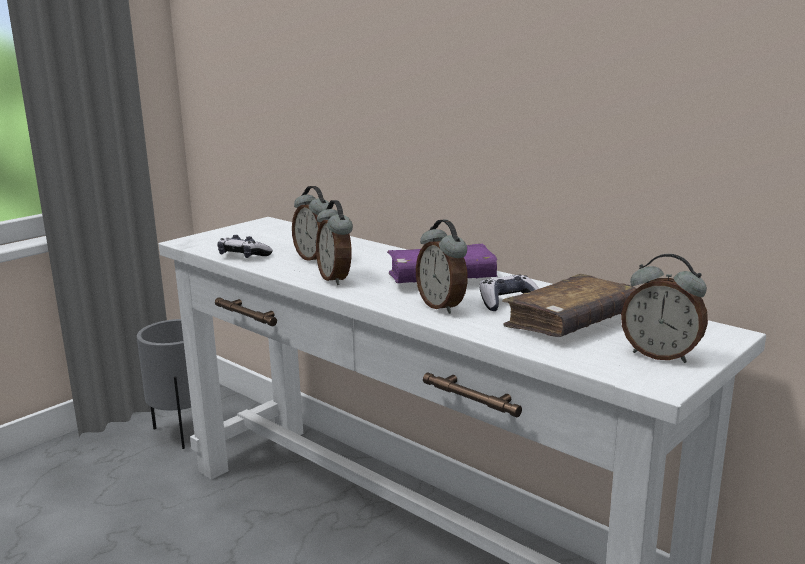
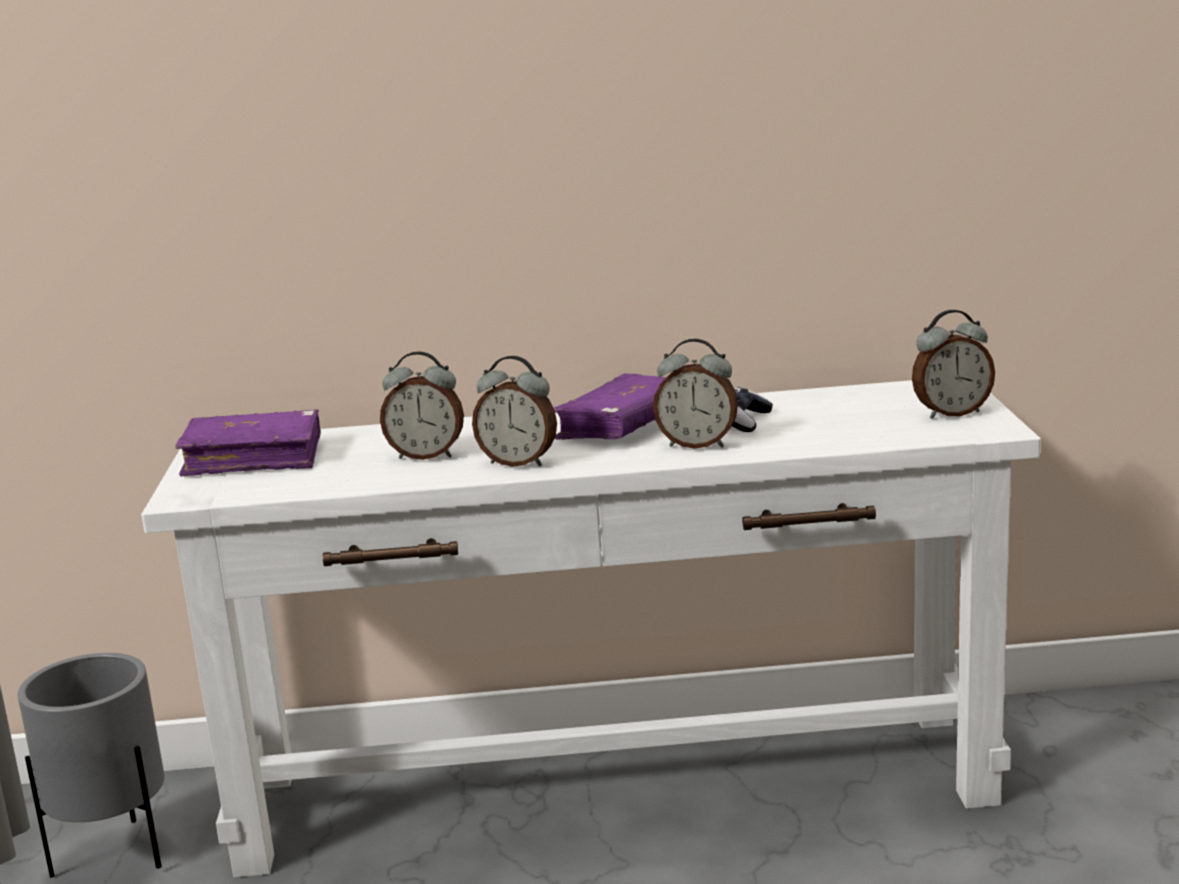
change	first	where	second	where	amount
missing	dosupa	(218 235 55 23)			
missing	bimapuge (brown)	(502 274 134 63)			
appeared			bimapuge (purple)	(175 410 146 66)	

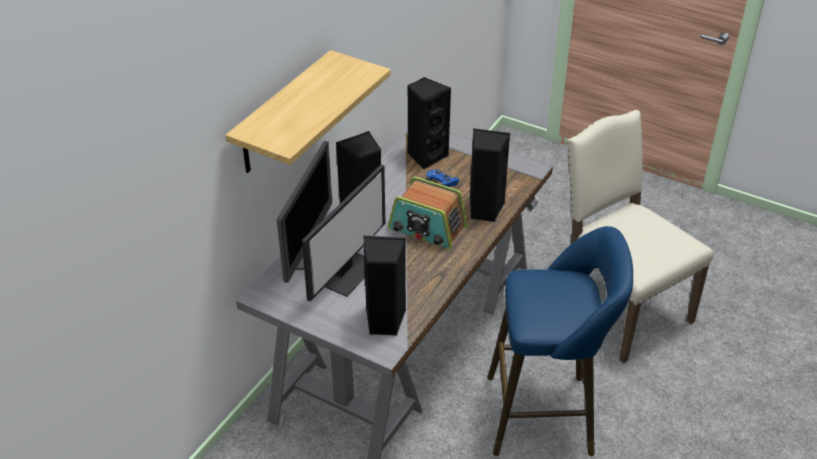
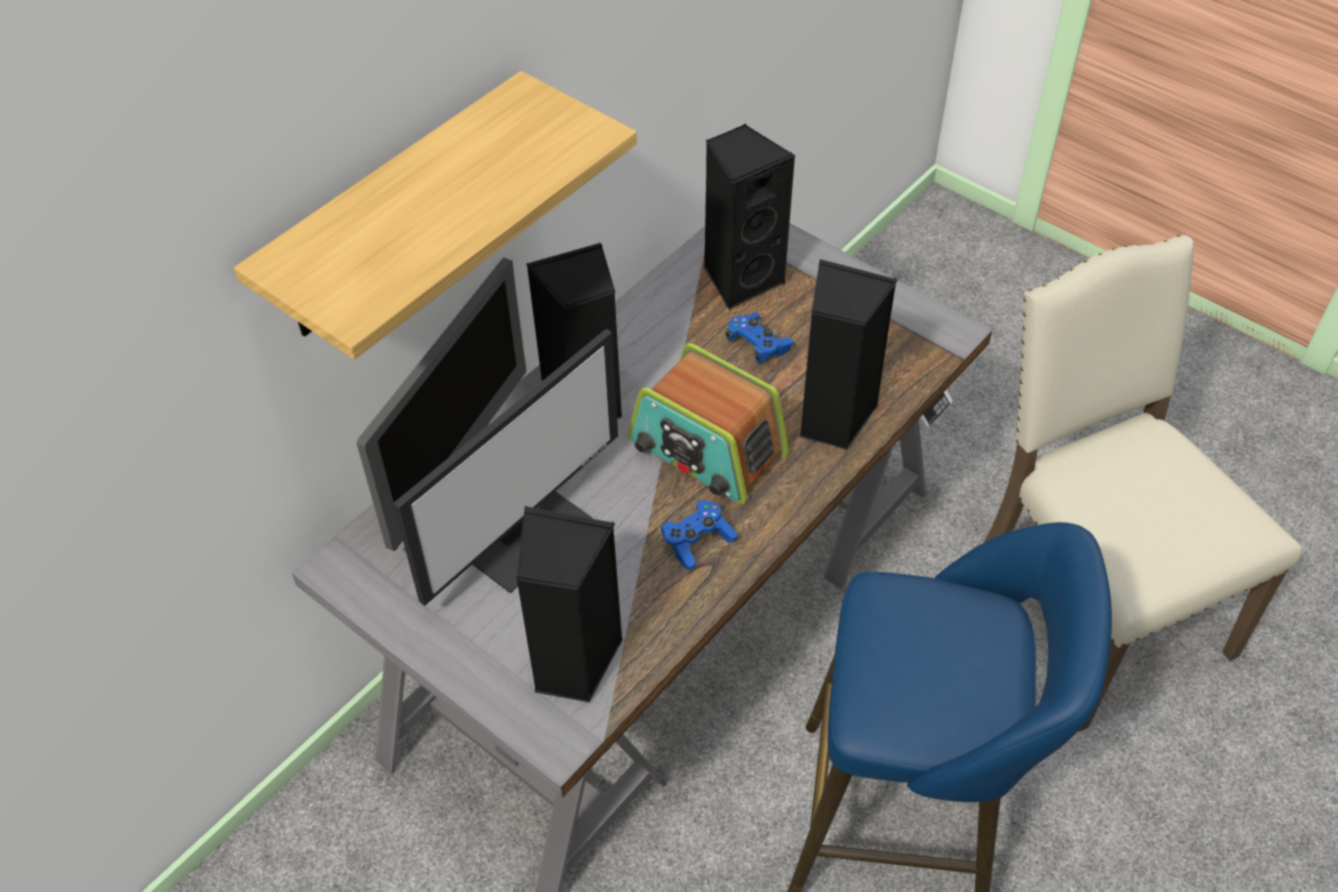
change	first	where	second	where	amount
appeared			dosupa (blue)	(661 499 77 71)	

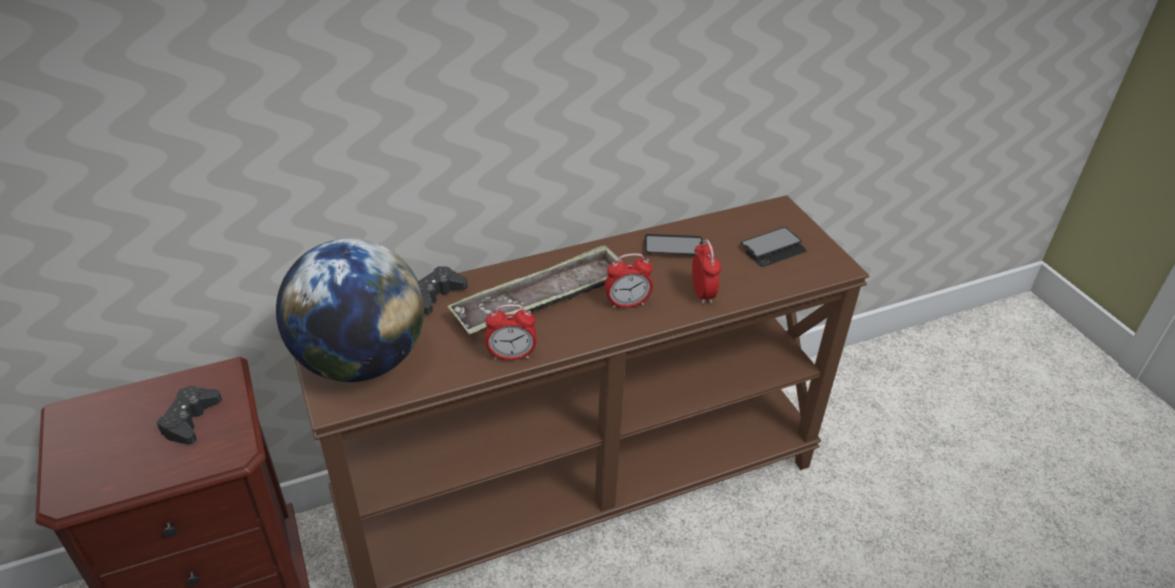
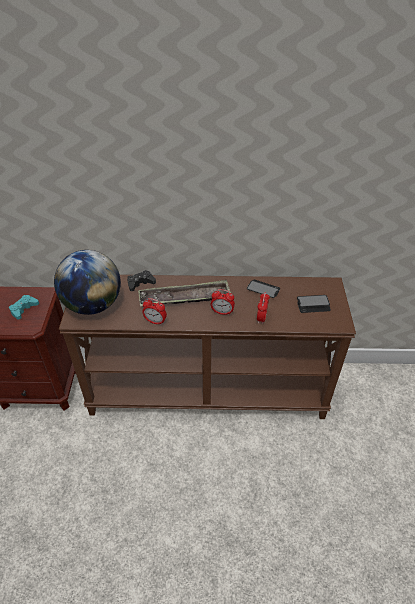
change	first	where	second	where	amount
colour	dosupa (black)	(157 386 65 58)	dosupa (turquoise)	(9 295 30 25)	

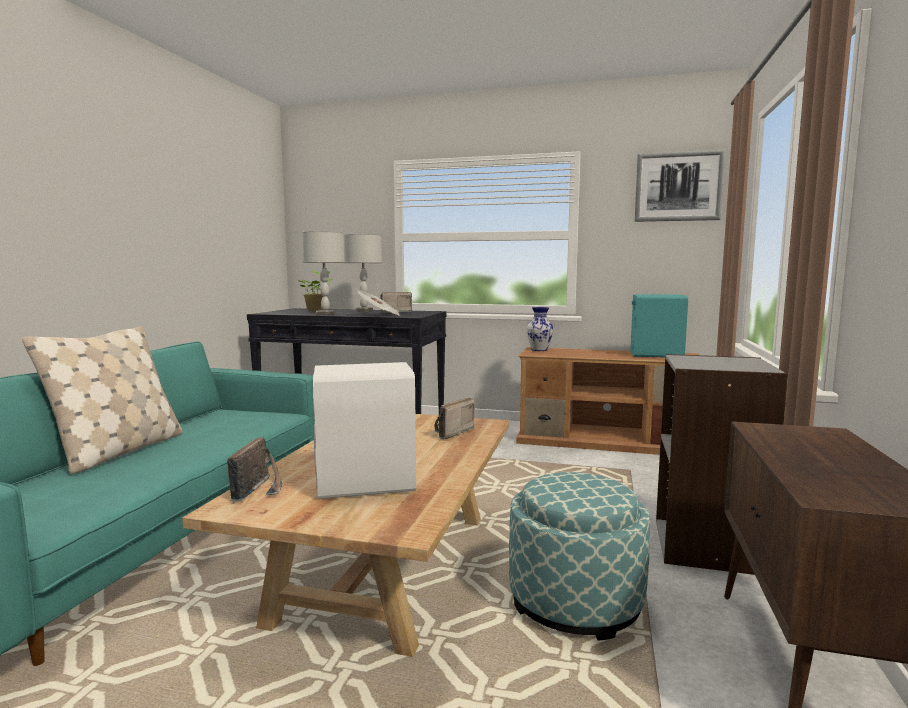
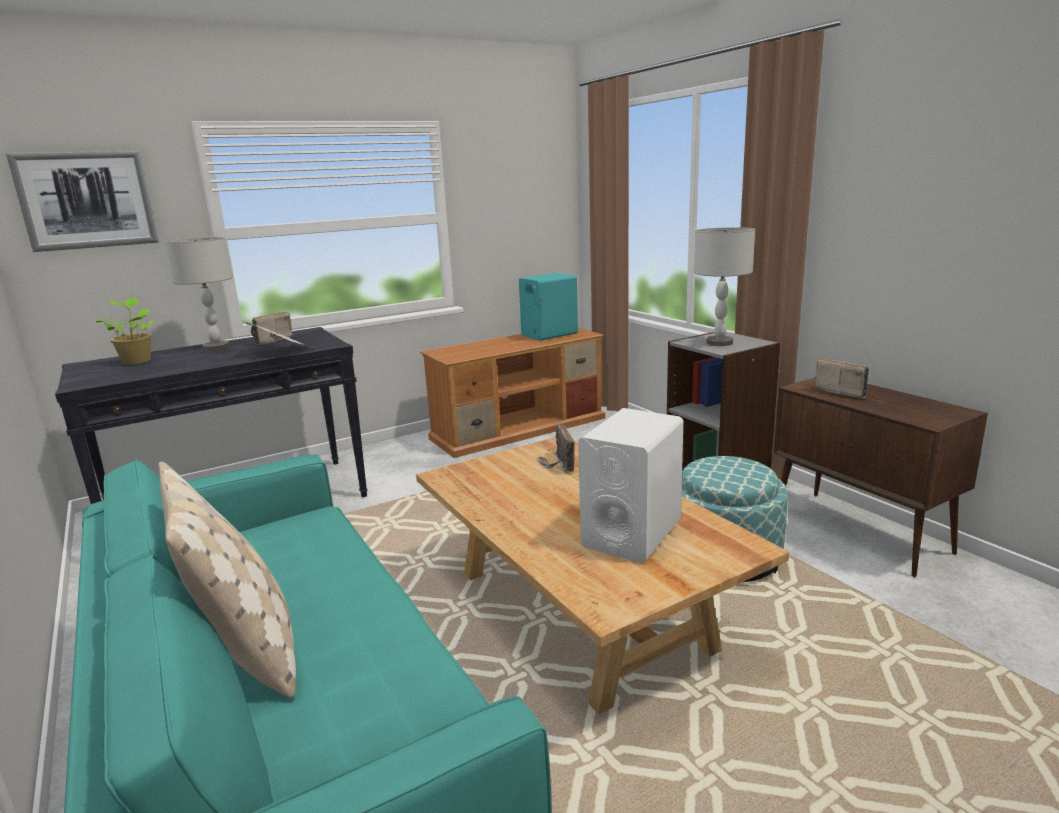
change	first	where	second	where	amount
relocated	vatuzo	(227 437 55 64)		(815 358 54 40)	
relocated	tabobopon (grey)	(302 231 43 84)		(693 227 62 119)	
missing	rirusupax	(526 307 28 44)			
relocated	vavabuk	(635 150 90 72)		(6 151 153 101)	

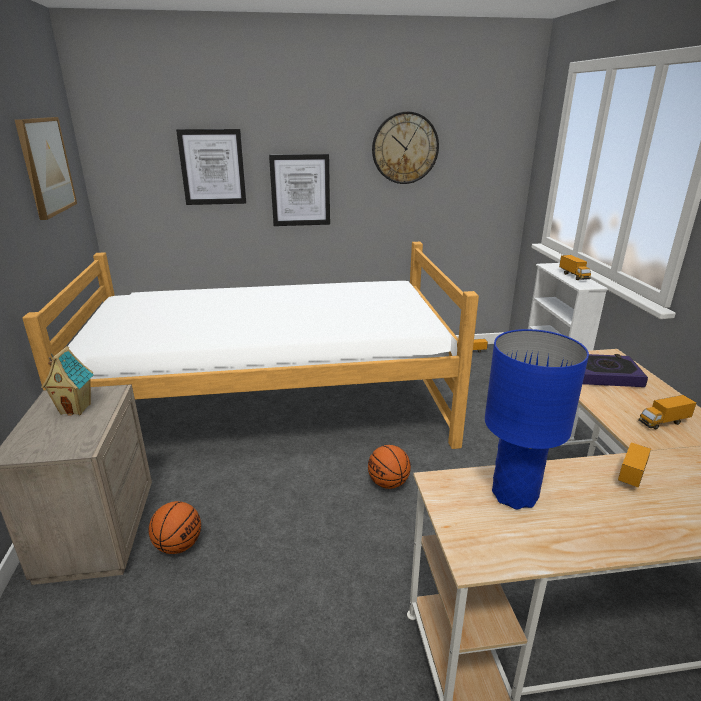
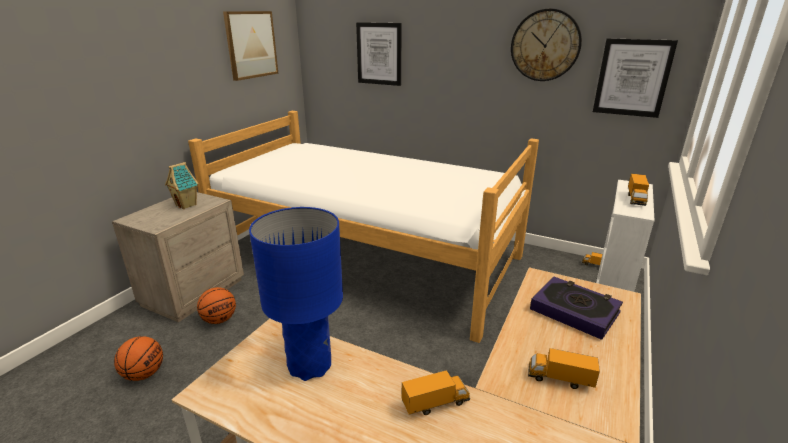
change	first	where	second	where	amount
relocated	vavabuk	(269 154 61 72)		(593 38 85 80)	
relocated	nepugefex	(368 445 43 44)		(114 336 49 45)	

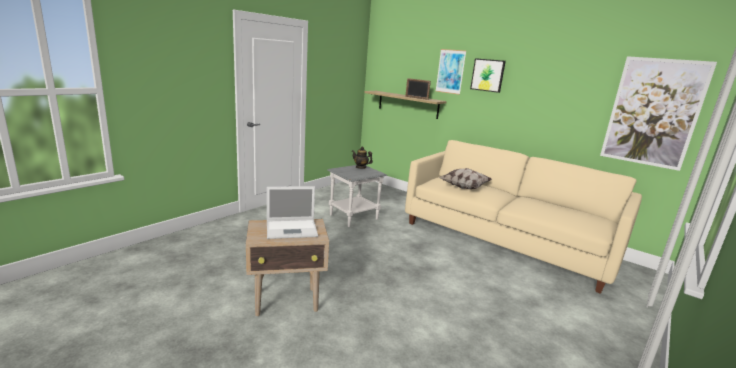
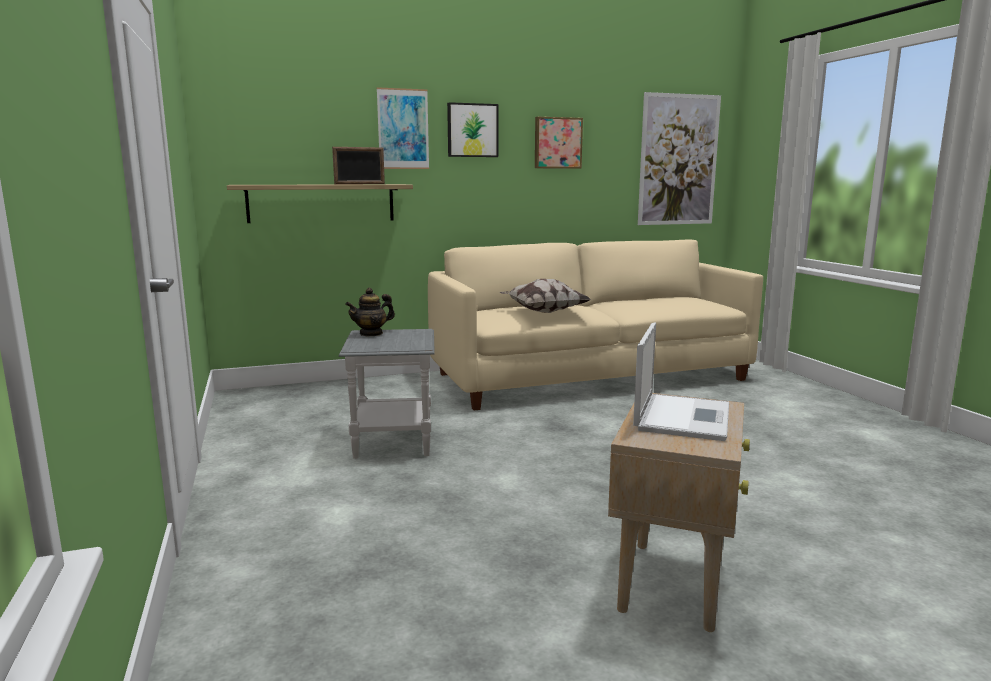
change	first	where	second	where	amount
appeared			vavabuk	(535 117 48 52)	

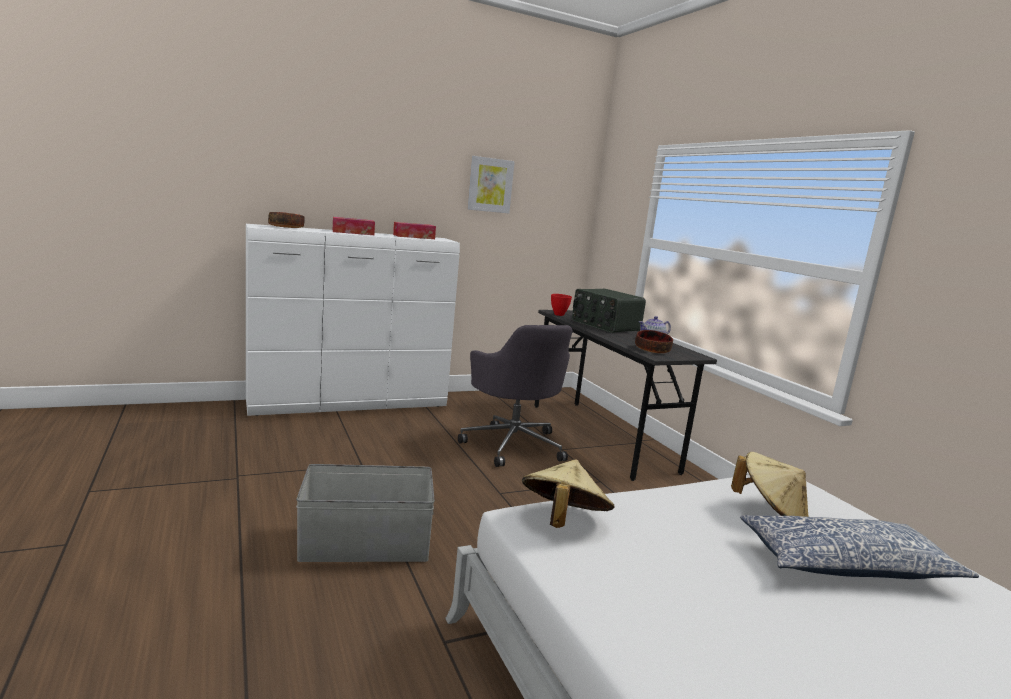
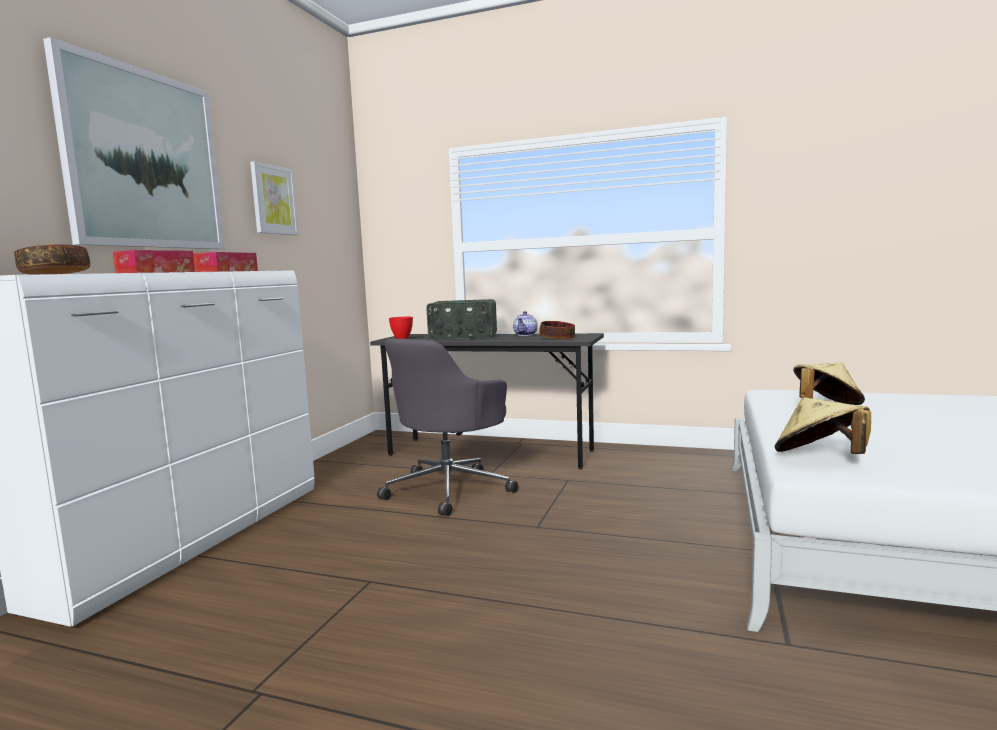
change	first	where	second	where	amount
missing	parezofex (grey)	(296 464 139 98)			
spun	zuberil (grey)	(458 325 114 142)		(377 339 141 177)	105 degrees clockwise
missing	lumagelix	(740 515 239 64)			
appeared			vavabuk	(43 37 182 212)	

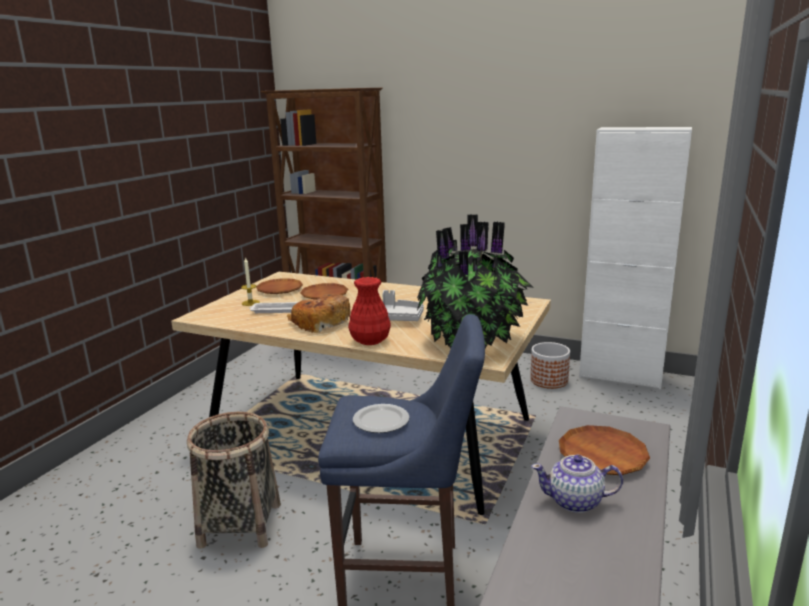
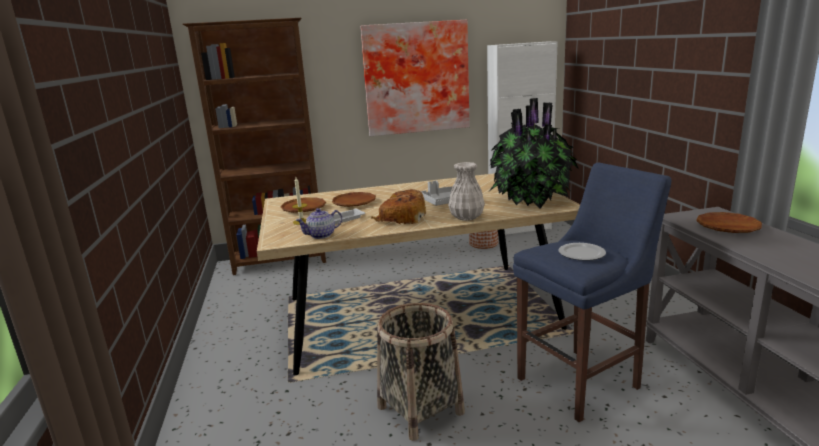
change	first	where	second	where	amount
colour	rirusupax (red)	(348 277 43 68)	rirusupax (white)	(448 162 37 59)	
relocated	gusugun	(531 455 92 58)		(295 208 47 31)	
appeared			vavabuk	(360 20 110 116)	

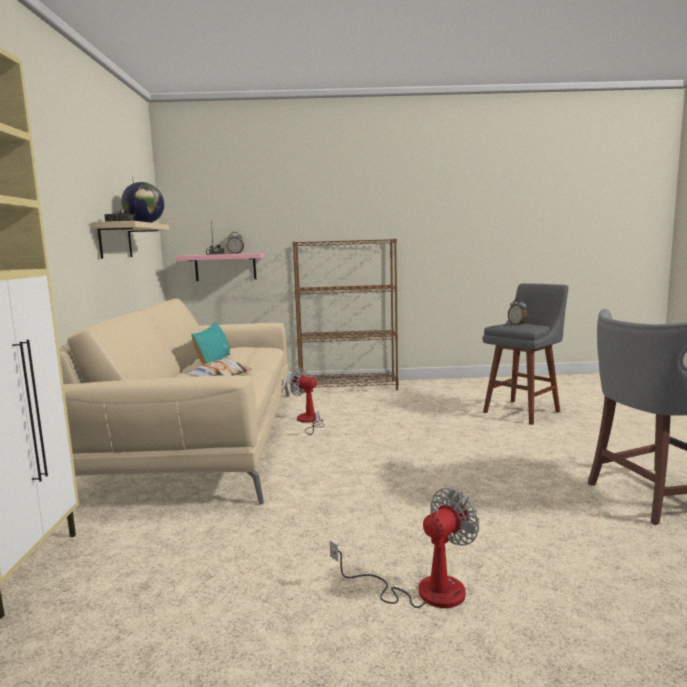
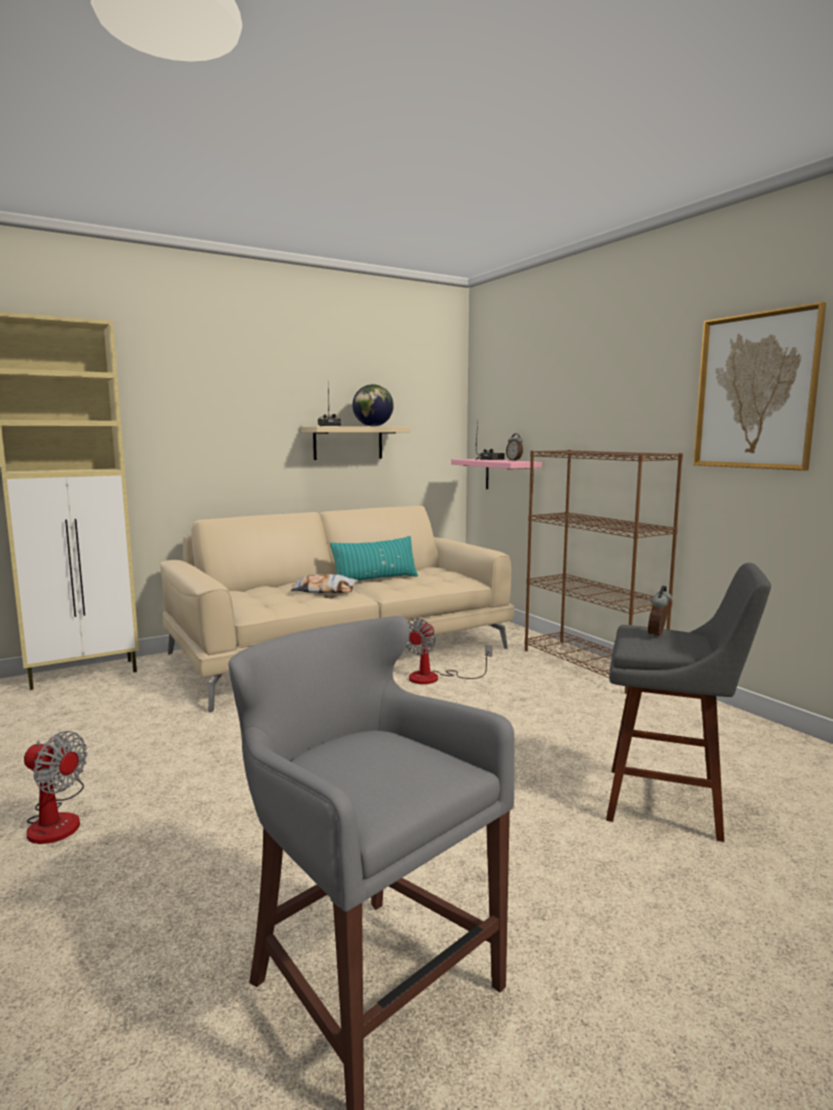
change	first	where	second	where	amount
spun	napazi	(290 368 35 67)		(406 618 86 66)	150 degrees counterclockwise
appeared			vavabuk	(693 302 133 169)	

